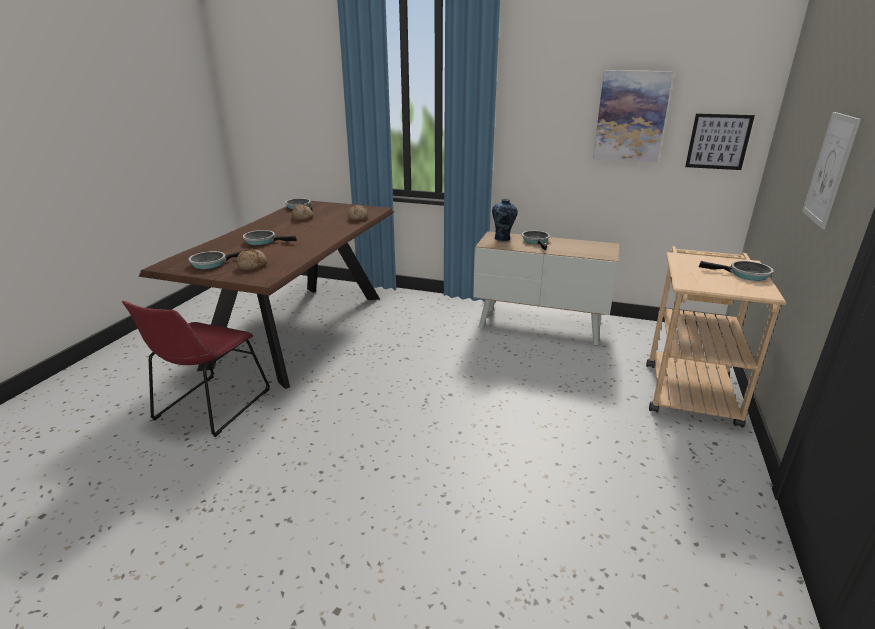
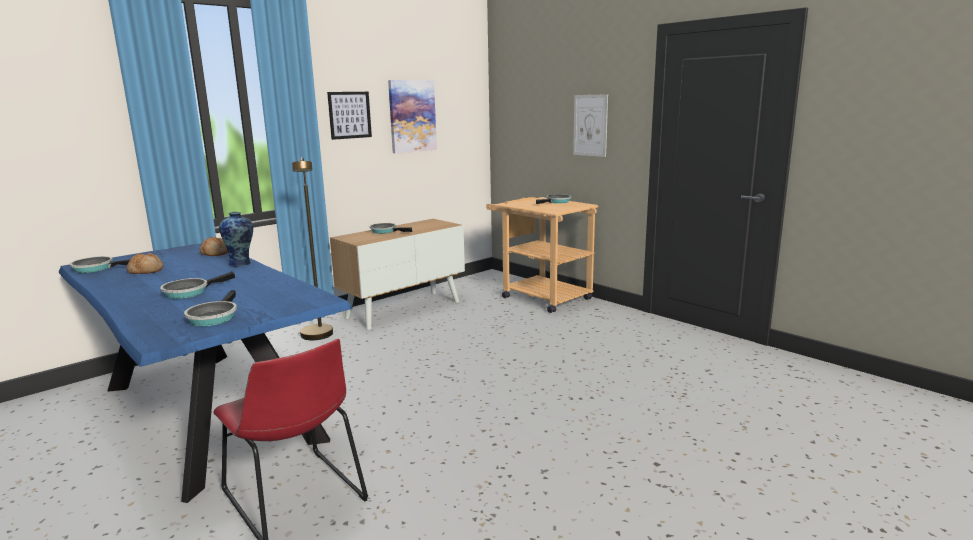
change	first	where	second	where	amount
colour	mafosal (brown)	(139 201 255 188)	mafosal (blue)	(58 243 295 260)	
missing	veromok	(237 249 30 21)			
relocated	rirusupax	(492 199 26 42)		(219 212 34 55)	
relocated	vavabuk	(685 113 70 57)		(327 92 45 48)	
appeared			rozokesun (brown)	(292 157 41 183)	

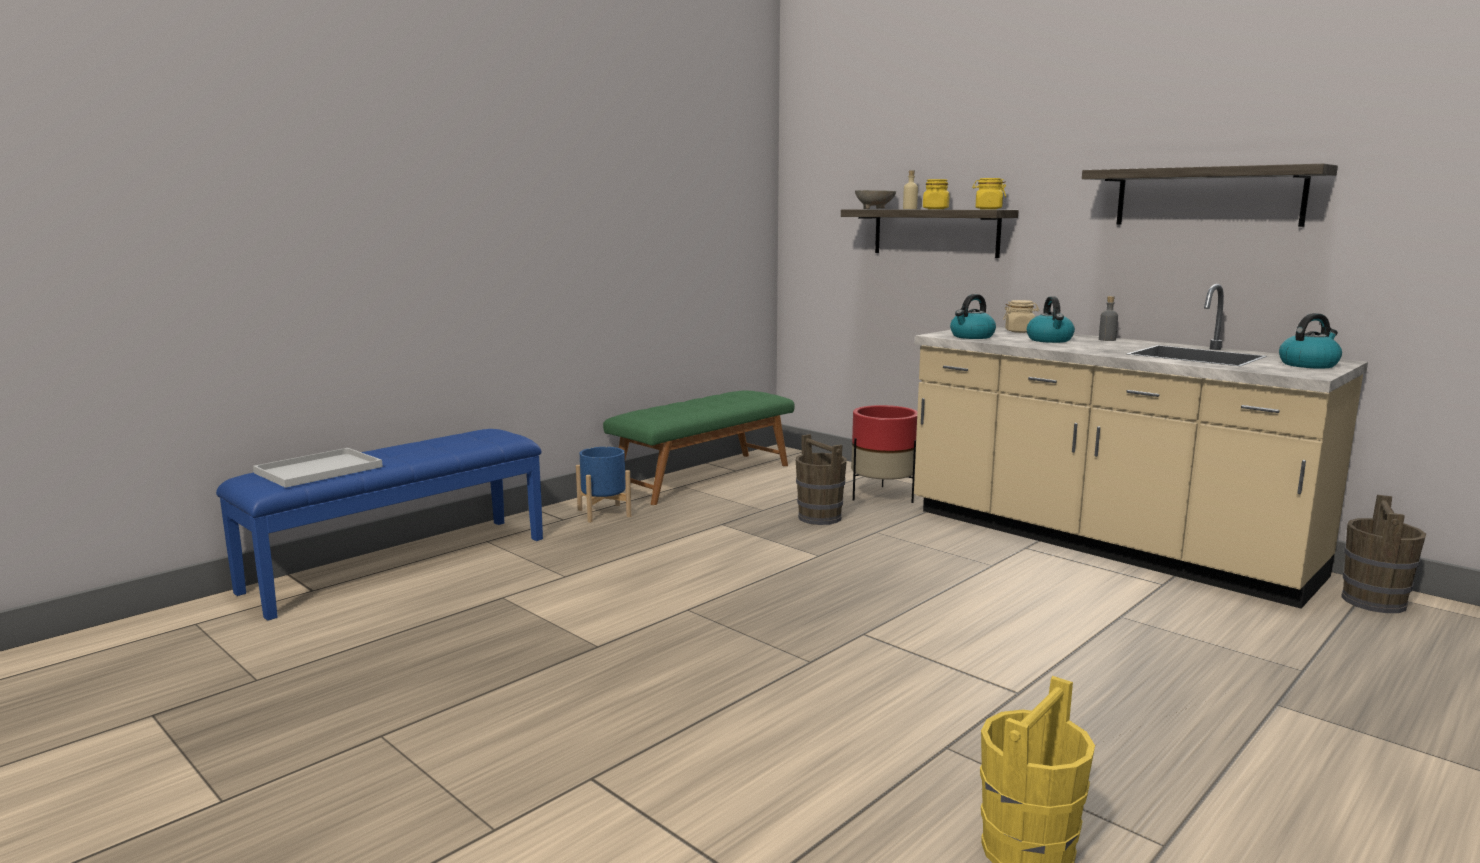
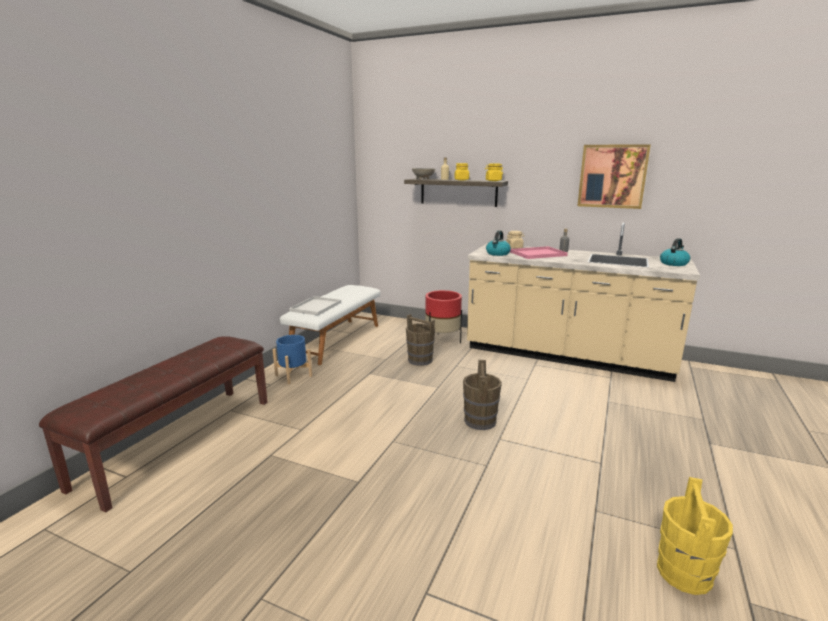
change	first	where	second	where	amount
colour	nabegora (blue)	(216 429 327 192)	nabegora (brown)	(39 336 229 176)	
relocated	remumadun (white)	(253 448 130 40)		(289 296 52 19)	
colour	nabegora (green)	(603 391 192 114)	nabegora (white)	(280 285 100 80)	
exchanged	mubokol	(1027 296 48 47)	remumadun (pink)	(510 246 58 13)	
exchanged	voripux	(1082 164 256 63)	vavabuk	(577 144 74 65)	
relocated	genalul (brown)	(1341 495 85 118)		(463 360 39 70)	

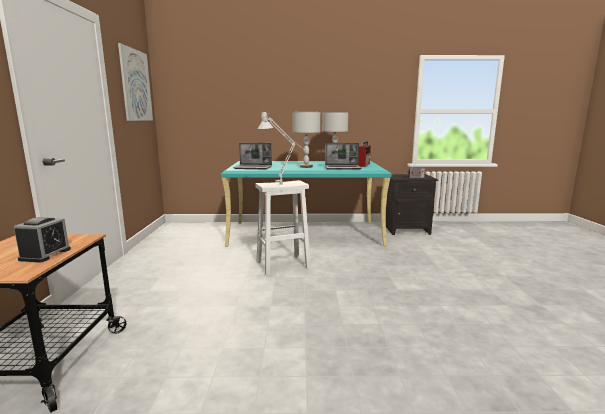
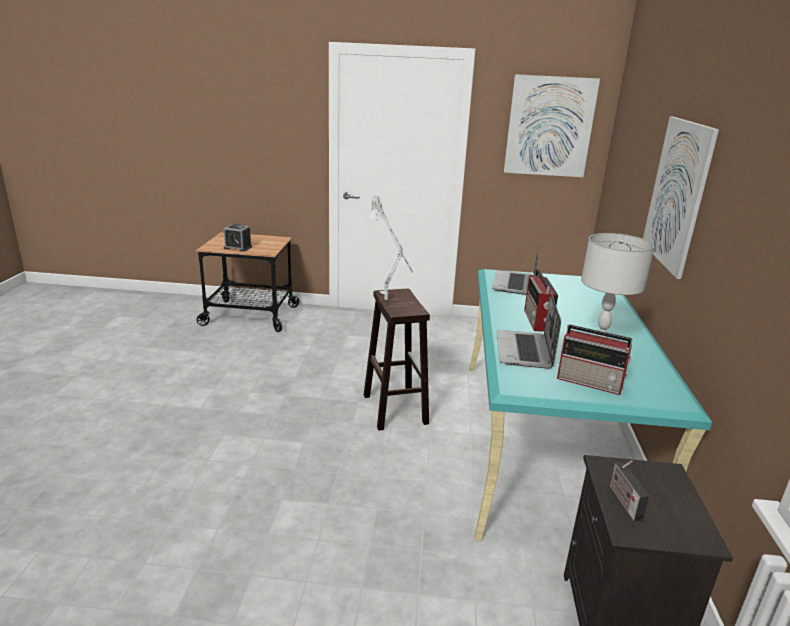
change	first	where	second	where	amount
colour	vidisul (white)	(255 180 56 96)	vidisul (brown)	(364 289 66 142)	
exchanged	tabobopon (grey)	(293 112 27 56)	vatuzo	(524 269 34 63)	
appeared			vavabuk	(643 116 76 163)	

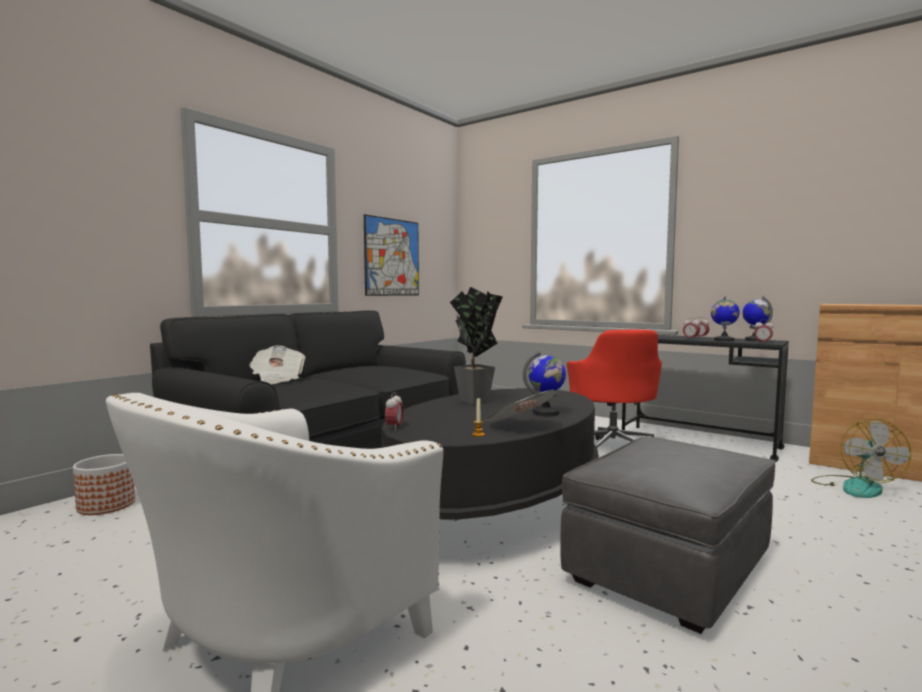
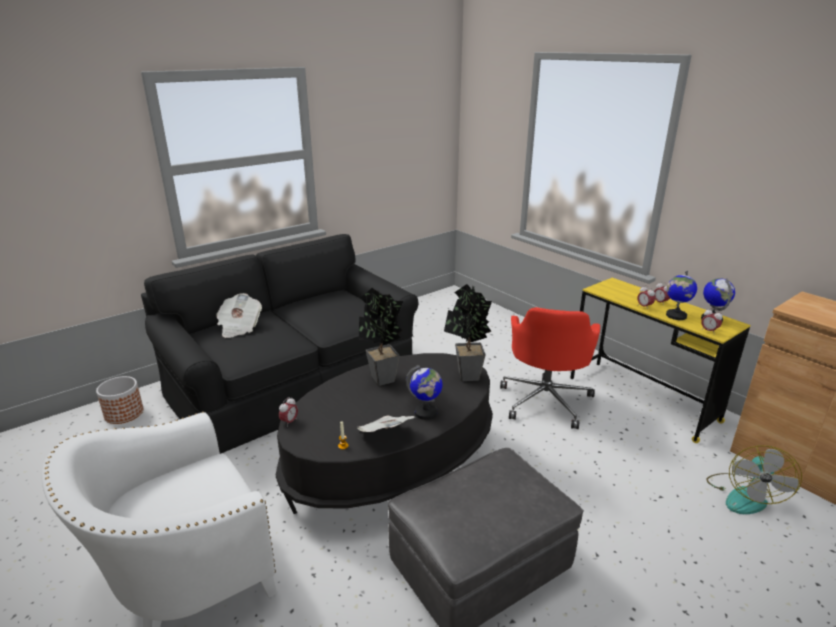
change	first	where	second	where	amount
missing	vavabuk	(364 214 55 82)			
colour	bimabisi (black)	(622 335 167 127)	bimabisi (yellow)	(571 278 180 165)	
appeared			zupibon	(444 284 48 97)	

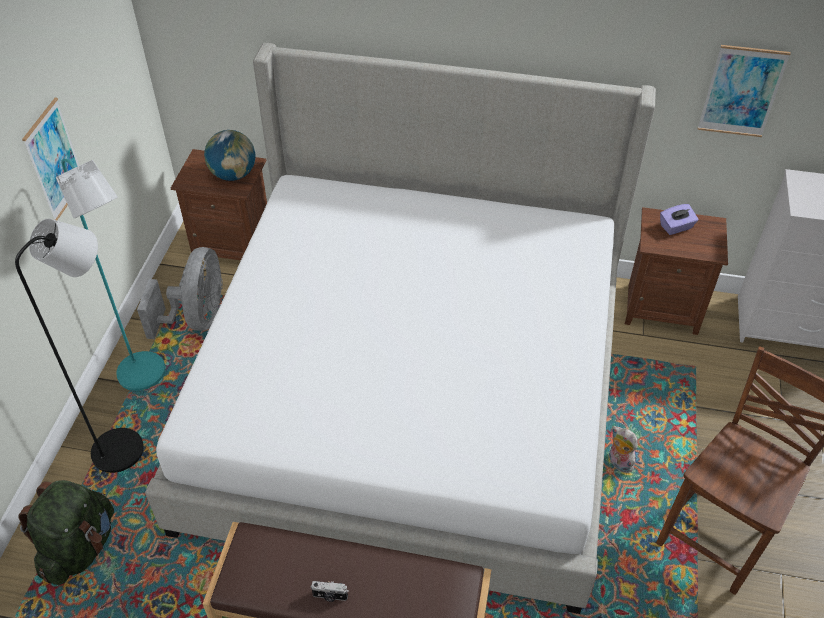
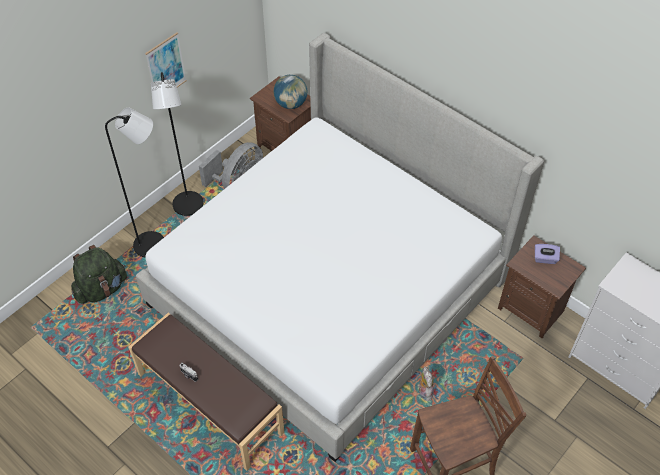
change	first	where	second	where	amount
colour	rozokesun (turquoise)	(56 159 110 231)	rozokesun (black)	(151 72 52 144)	
missing	vavabuk	(698 45 93 92)			

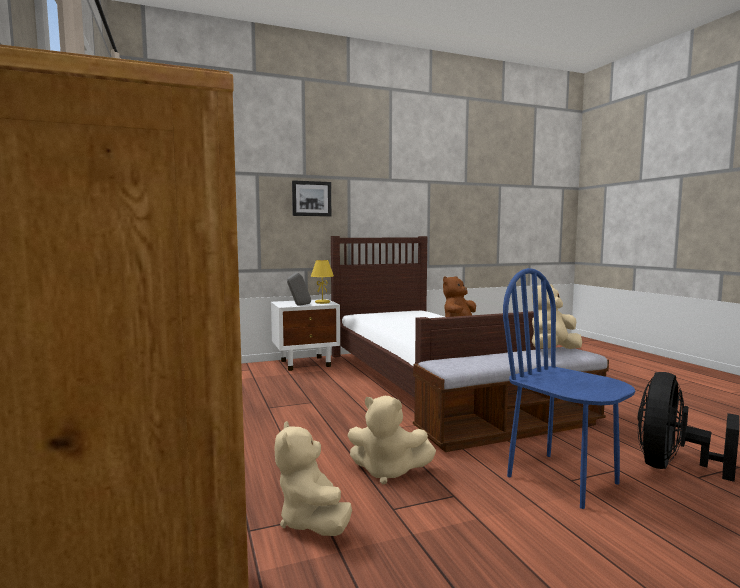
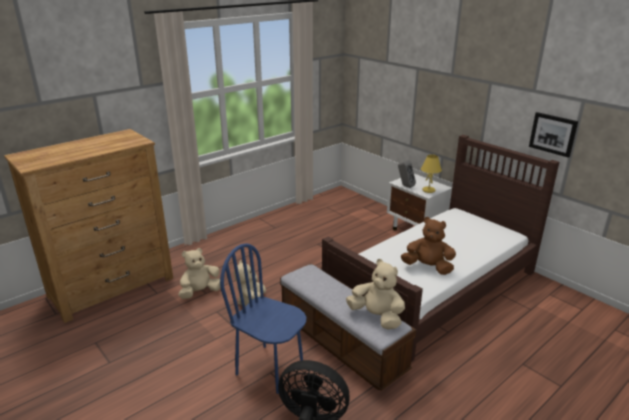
change	first	where	second	where	amount
relocated	vavabuk	(292 180 39 36)		(529 112 49 46)	
spun	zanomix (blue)	(503 268 132 241)		(220 243 86 151)	90 degrees counterclockwise

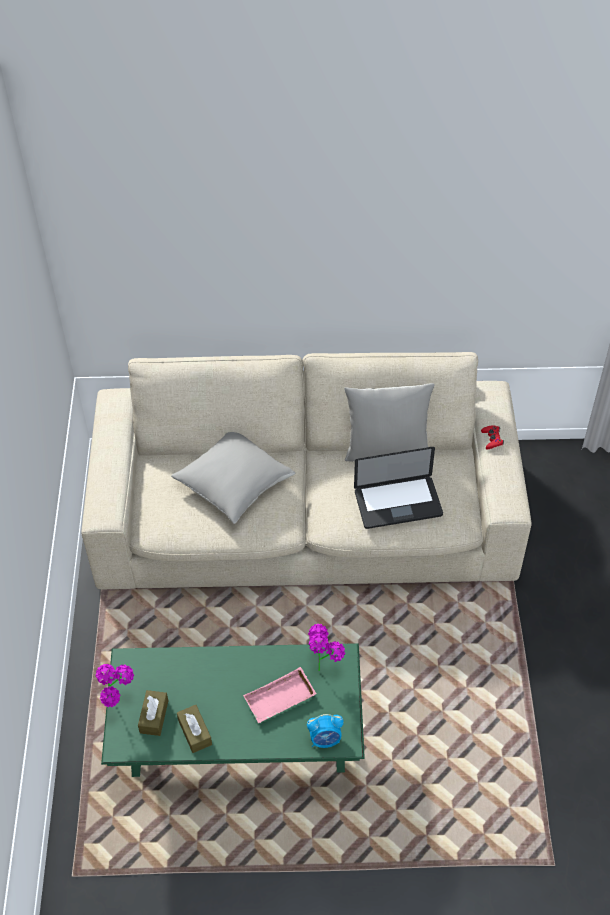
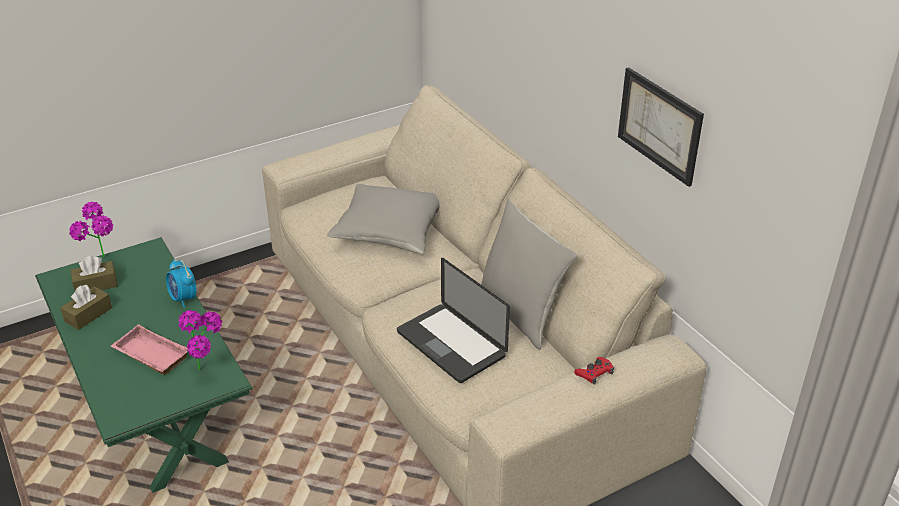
change	first	where	second	where	amount
relocated	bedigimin	(307 714 37 34)		(166 259 31 49)	
appeared			vavabuk	(618 67 86 120)	

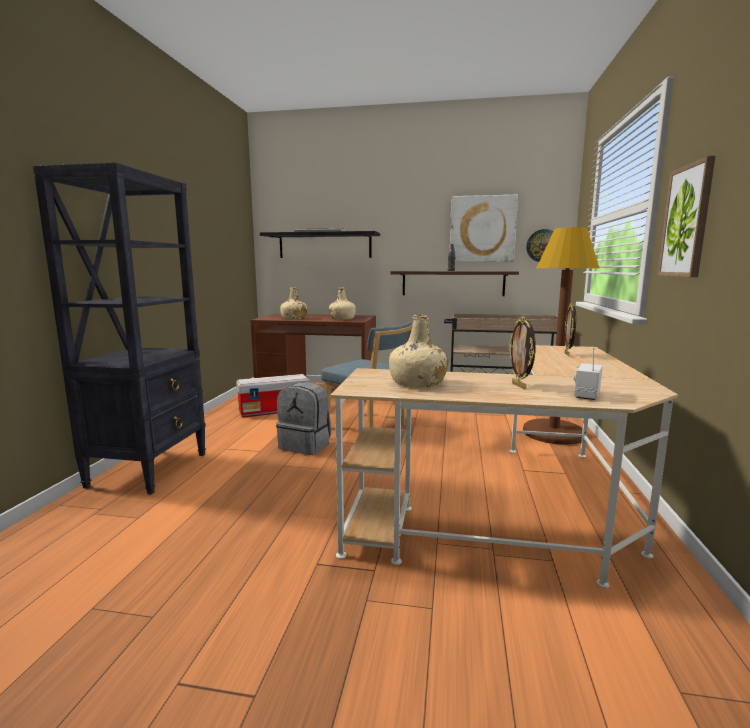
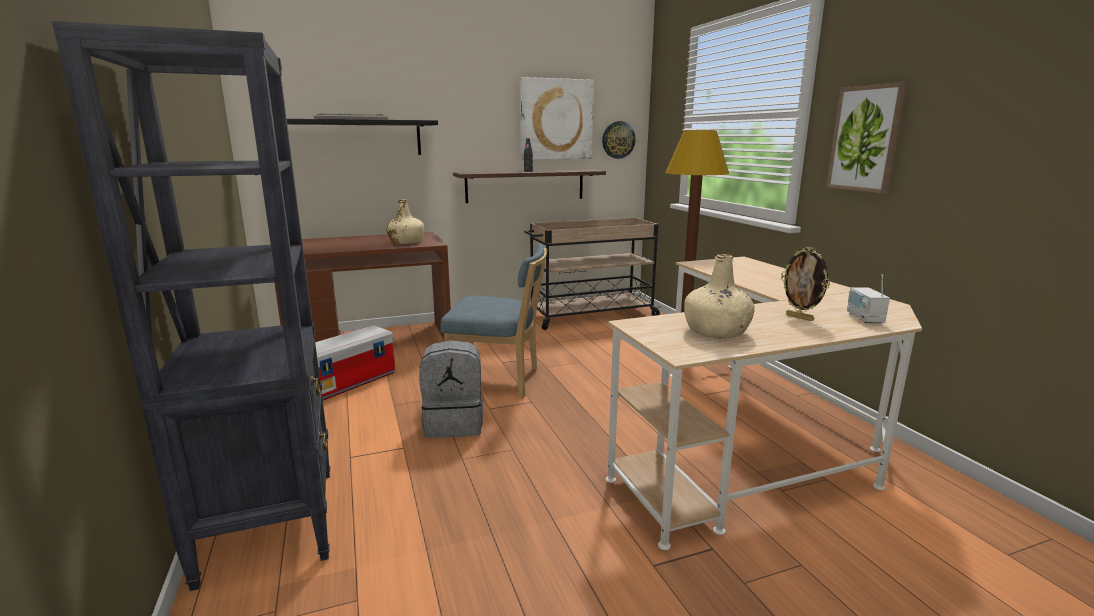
change	first	where	second	where	amount
missing	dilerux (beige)	(280 287 27 33)			
missing	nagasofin	(565 303 11 53)			

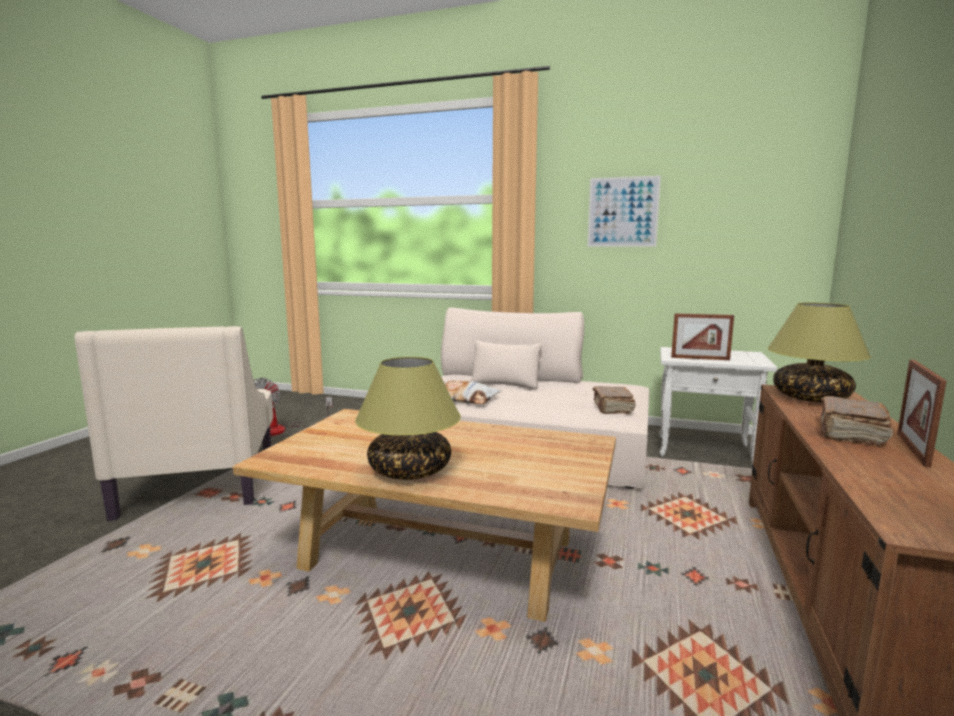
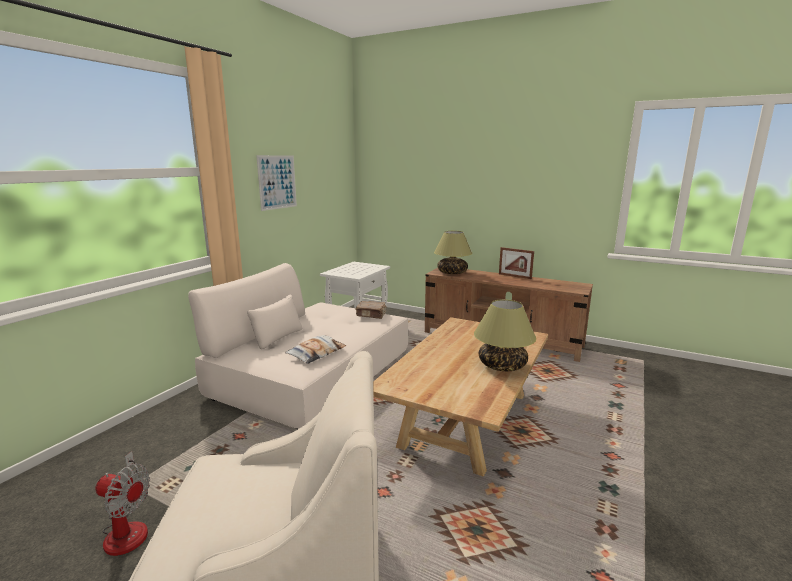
change	first	where	second	where	amount
missing	nagasofin	(671 313 63 47)			
missing	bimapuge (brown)	(821 396 72 51)			

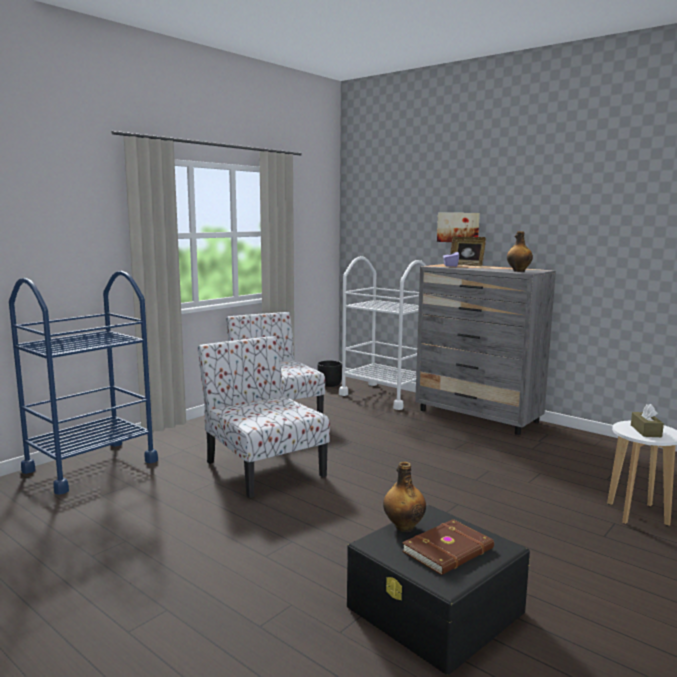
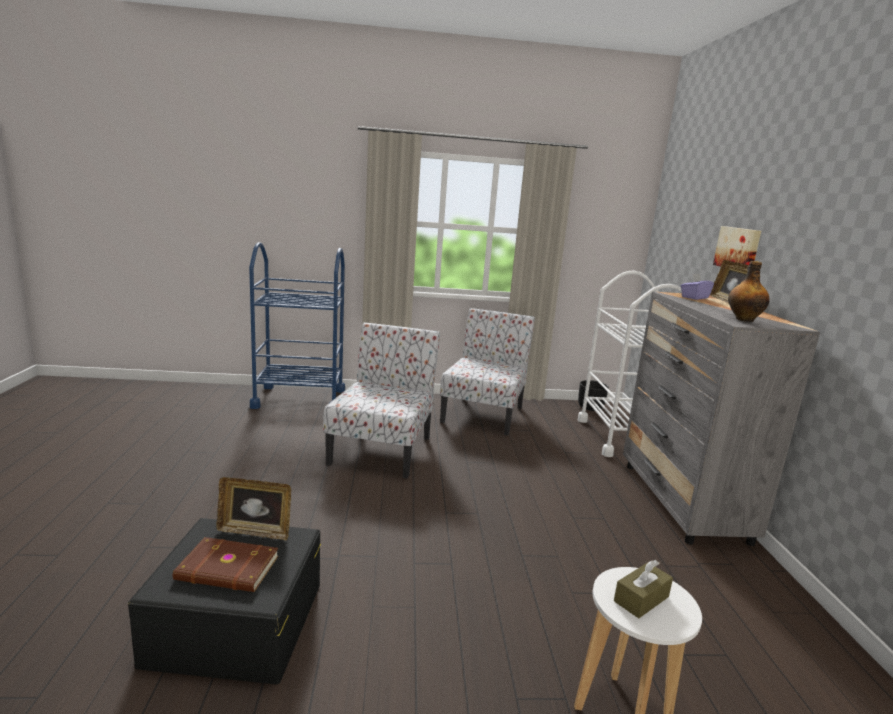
change	first	where	second	where	amount
exchanged	dilerux	(383 462 43 70)	nagasofin	(216 477 75 64)	

